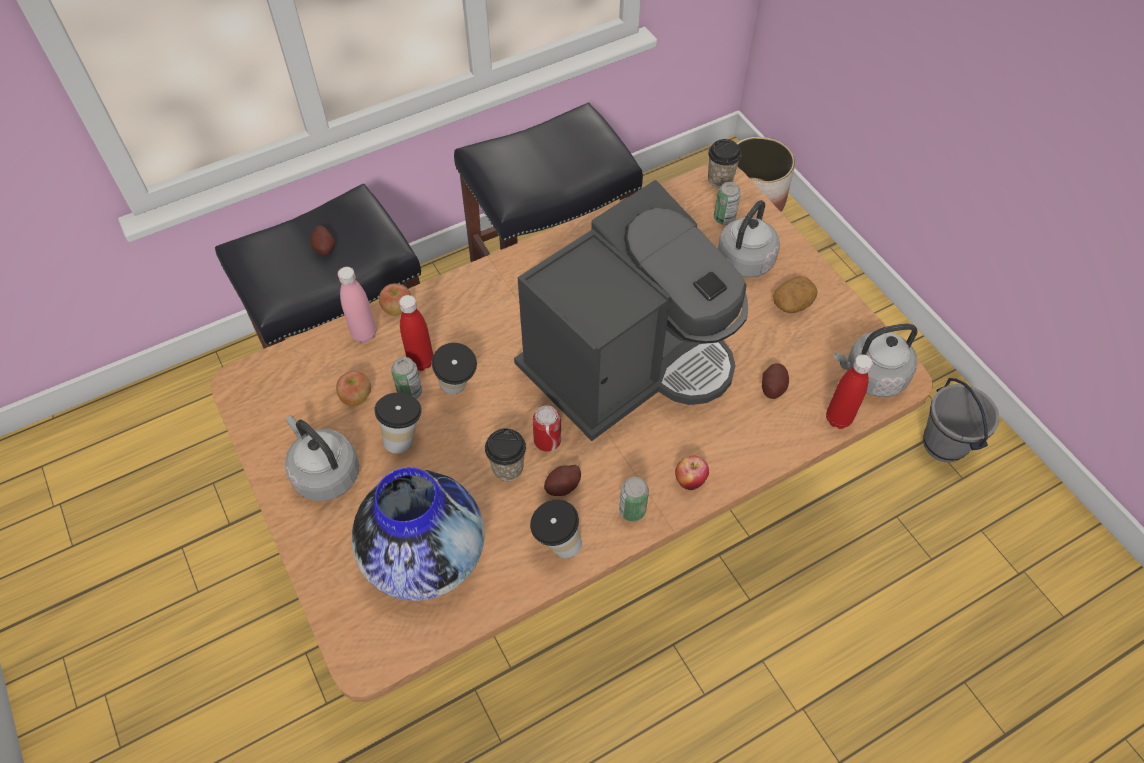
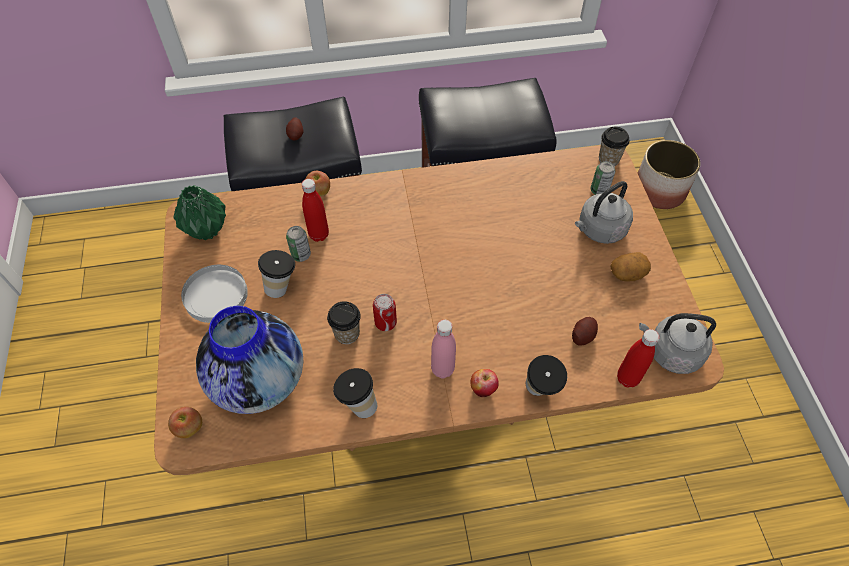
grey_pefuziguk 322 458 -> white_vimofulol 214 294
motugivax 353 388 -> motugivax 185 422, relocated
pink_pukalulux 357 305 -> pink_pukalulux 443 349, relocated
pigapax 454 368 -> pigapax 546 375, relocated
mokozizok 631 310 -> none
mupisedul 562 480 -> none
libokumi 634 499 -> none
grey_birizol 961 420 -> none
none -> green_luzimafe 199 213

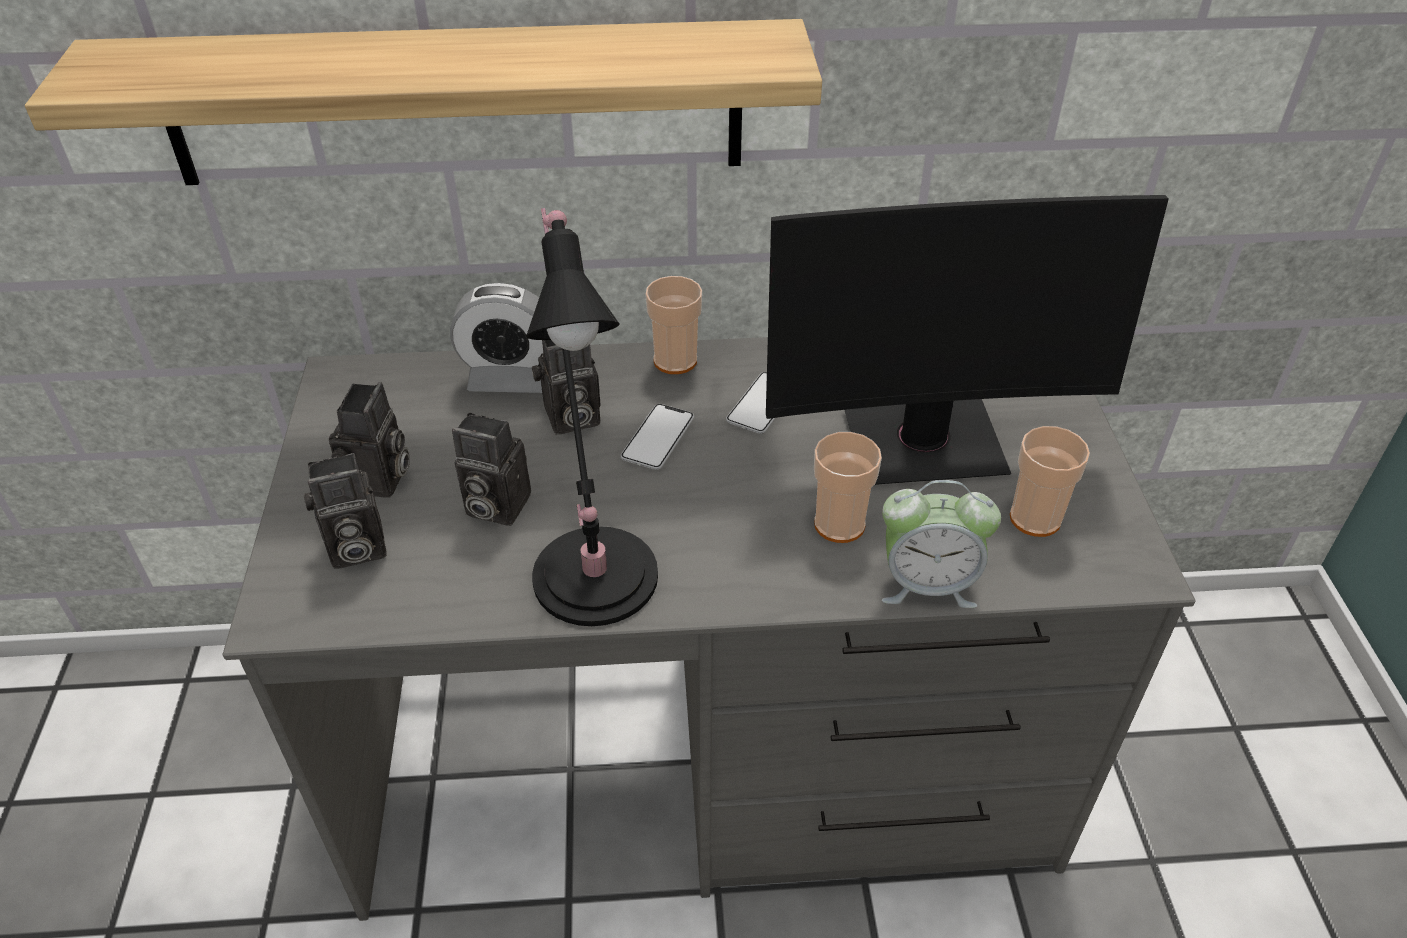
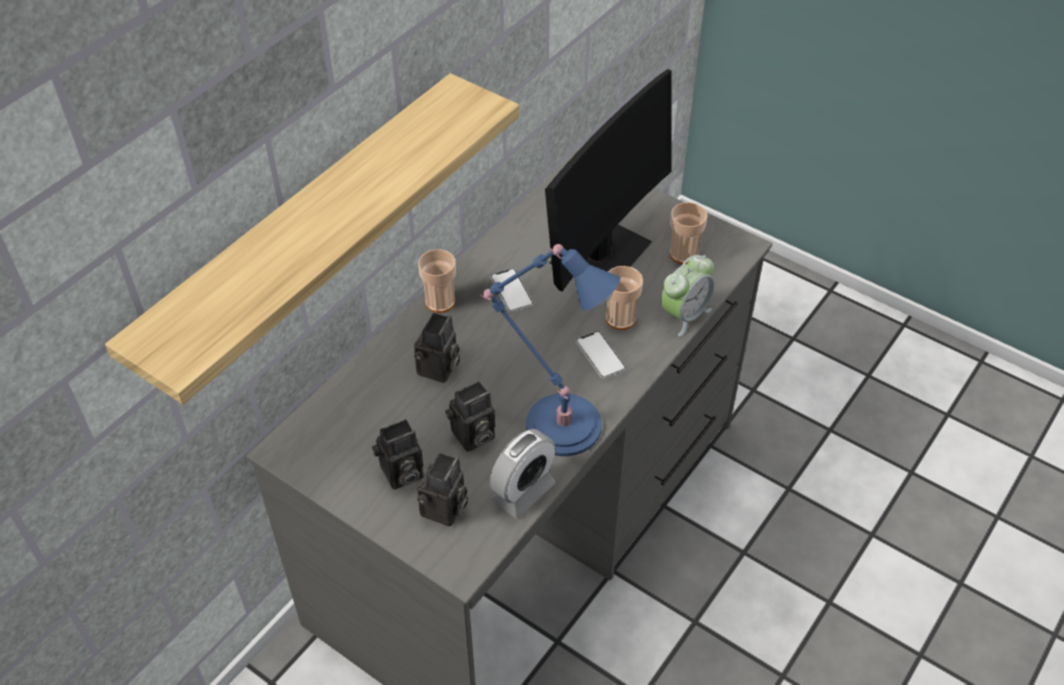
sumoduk 369 440 -> sumoduk 397 454, 105 degrees clockwise
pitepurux 496 338 -> pitepurux 522 473, relocated
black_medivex 592 417 -> blue_medivex 549 350
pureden 657 437 -> pureden 601 355, relocated

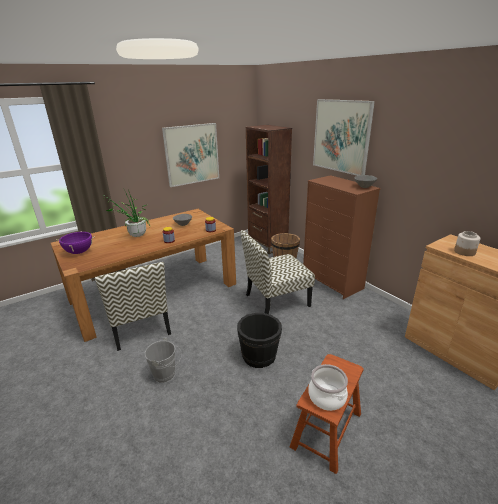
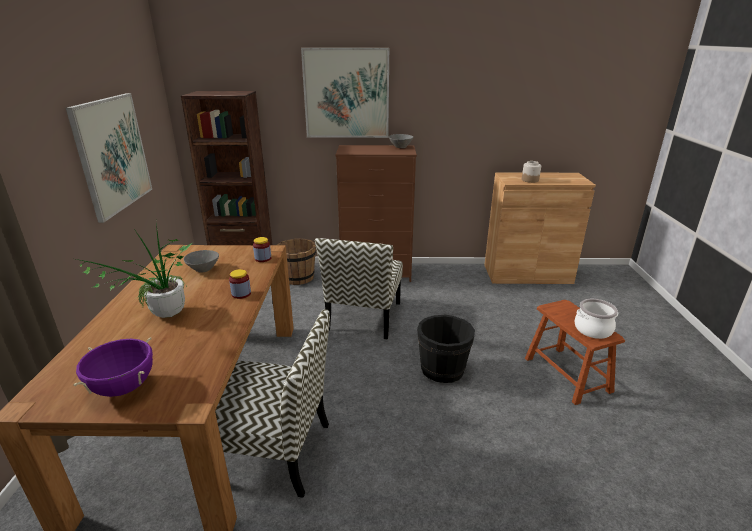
grey_birizol 163 360 -> none

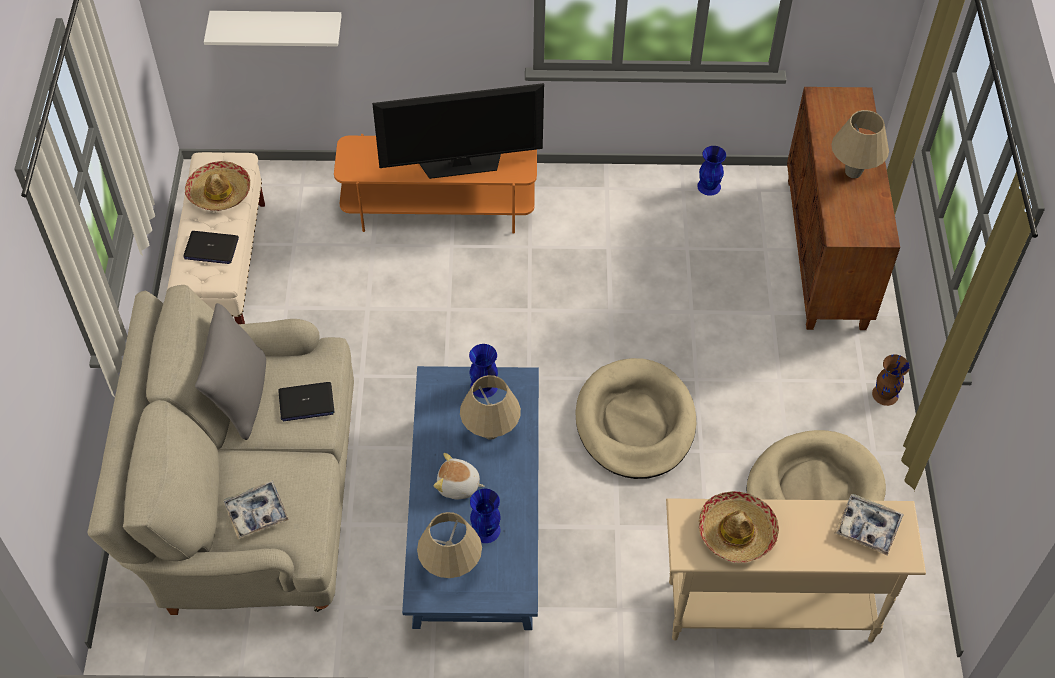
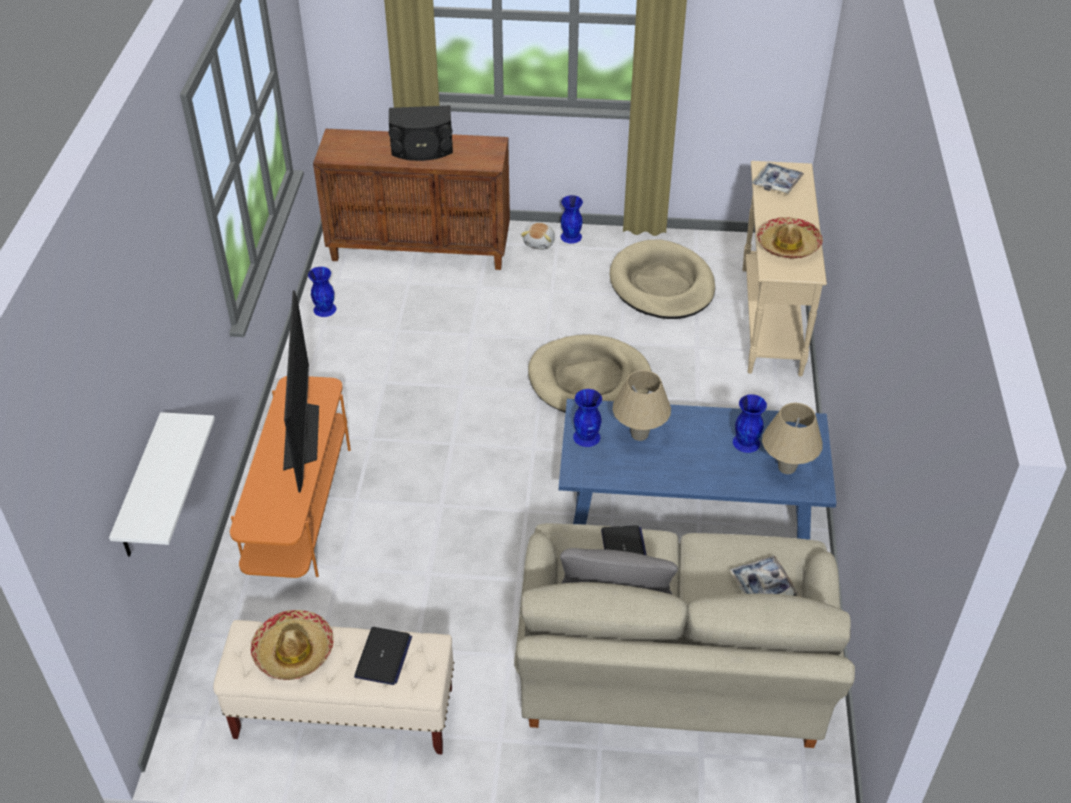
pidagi 459 476 -> pidagi 538 236, relocated
beige_medivex 860 144 -> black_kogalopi 421 133
brown_luzimafe 891 380 -> blue_luzimafe 572 219

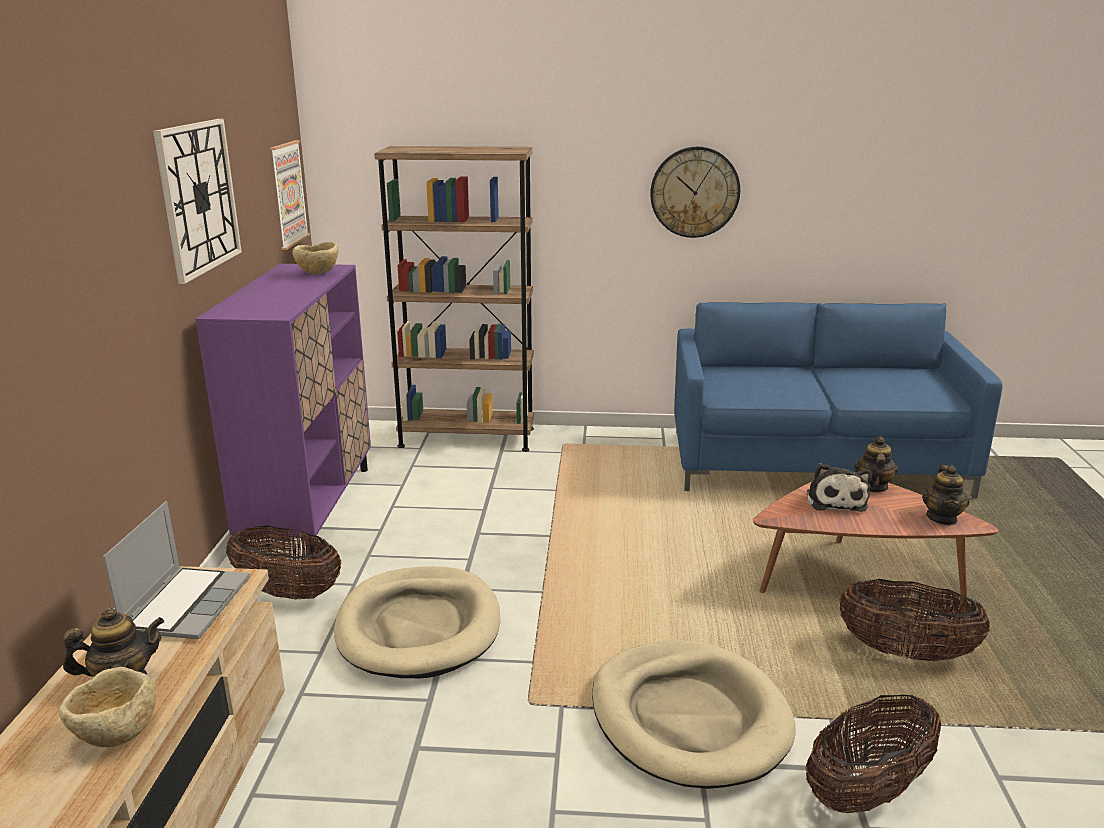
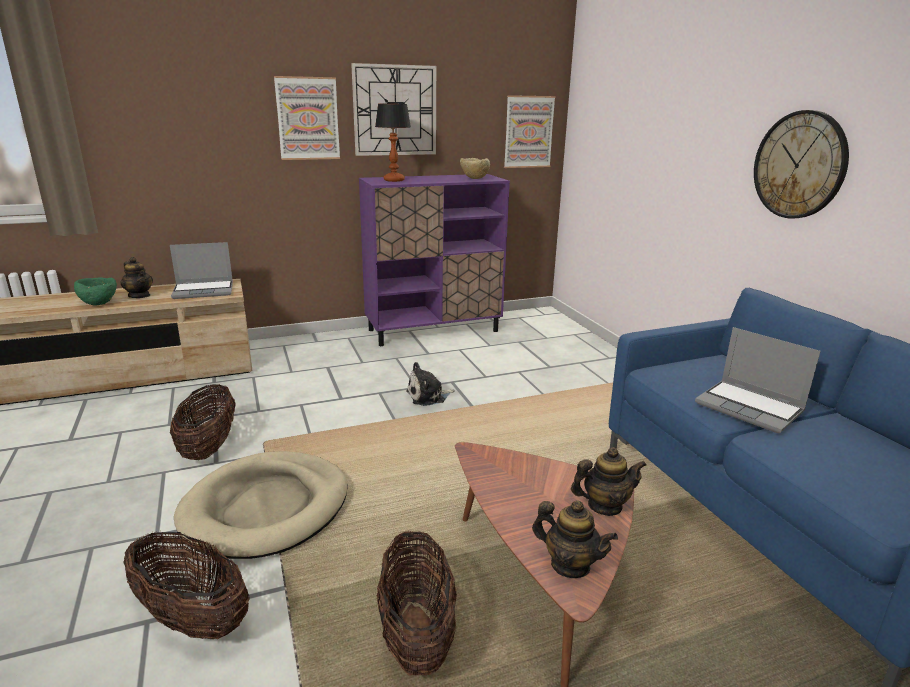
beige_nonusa 107 707 -> green_nonusa 95 291
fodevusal 283 562 -> fodevusal 202 422, relocated
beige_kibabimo 417 622 -> none
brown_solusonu 454 299 -> none
pidagi 839 487 -> pidagi 430 384, relocated
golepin 946 495 -> golepin 575 539, 135 degrees counterclockwise
none -> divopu 307 118
none -> medivex 393 142
none -> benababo 758 380

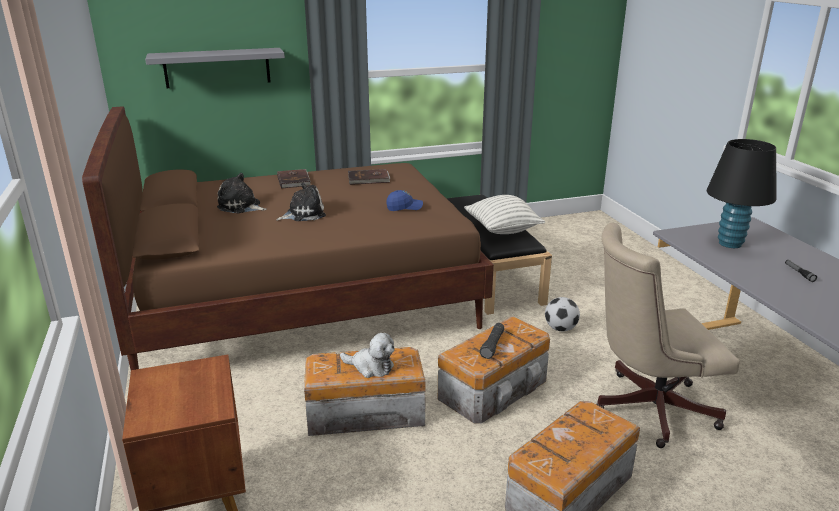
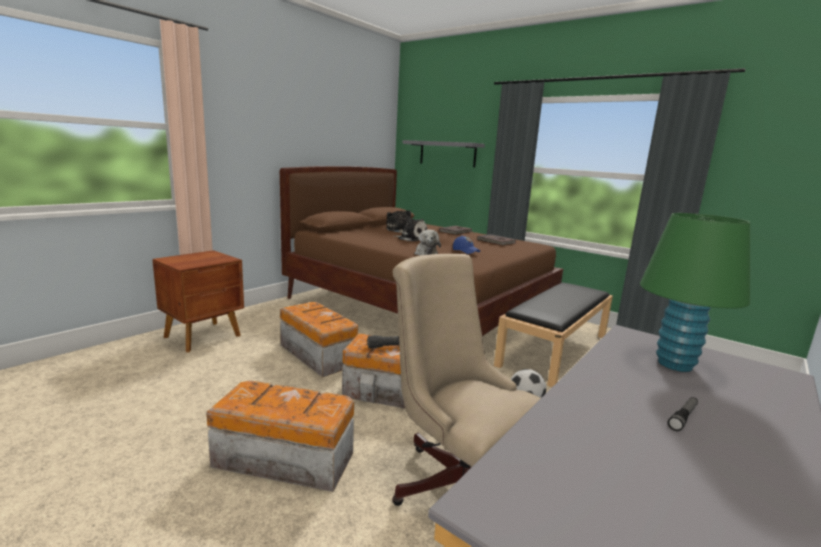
pidagi 367 355 -> pidagi 427 243, relocated
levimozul 504 214 -> none
black_medivex 741 193 -> green_medivex 695 292

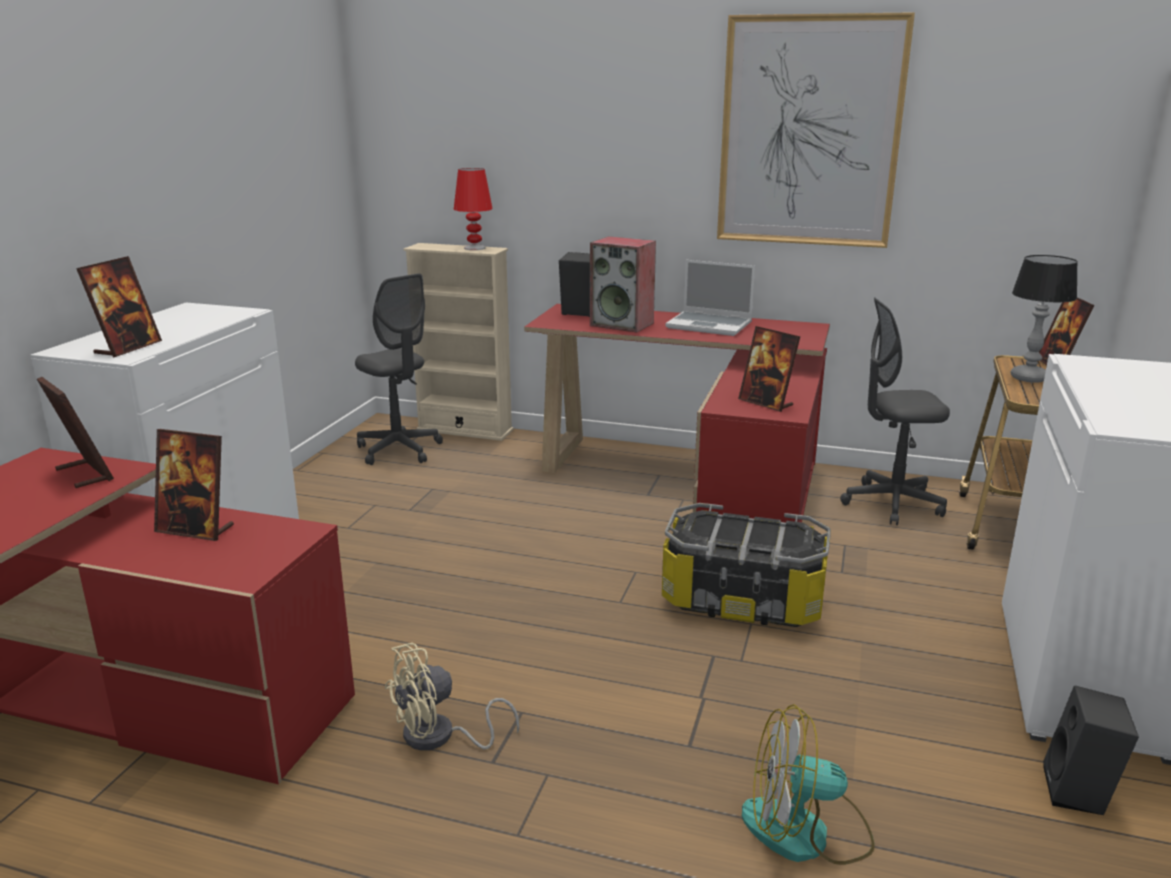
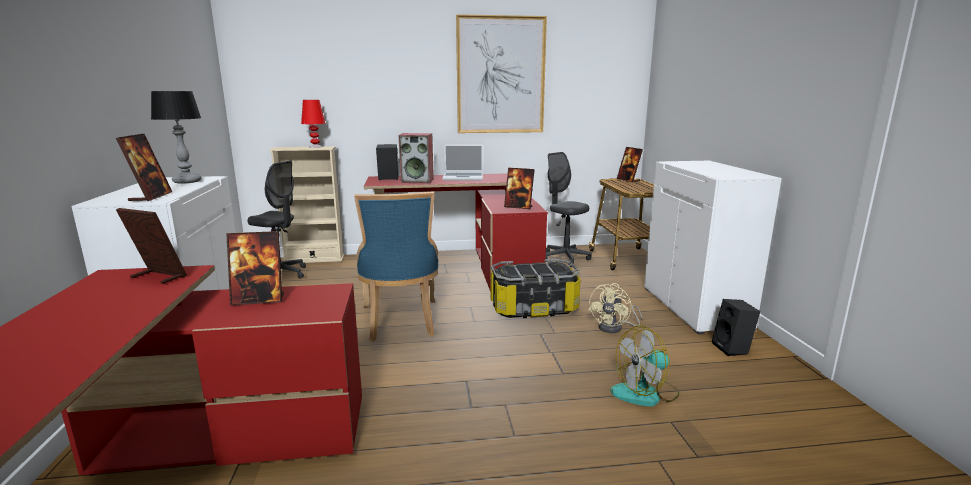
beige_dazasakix 452 697 -> beige_dazasakix 615 308, relocated
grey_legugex 895 411 -> grey_legugex 569 209, 75 degrees clockwise
medivex 1044 319 -> medivex 176 137, relocated
none -> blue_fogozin 396 266

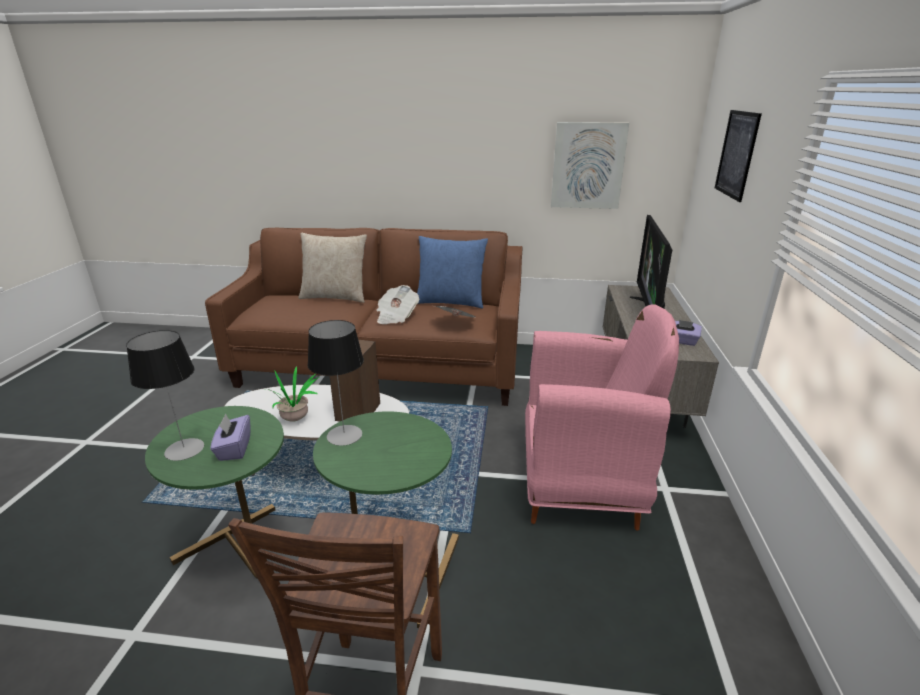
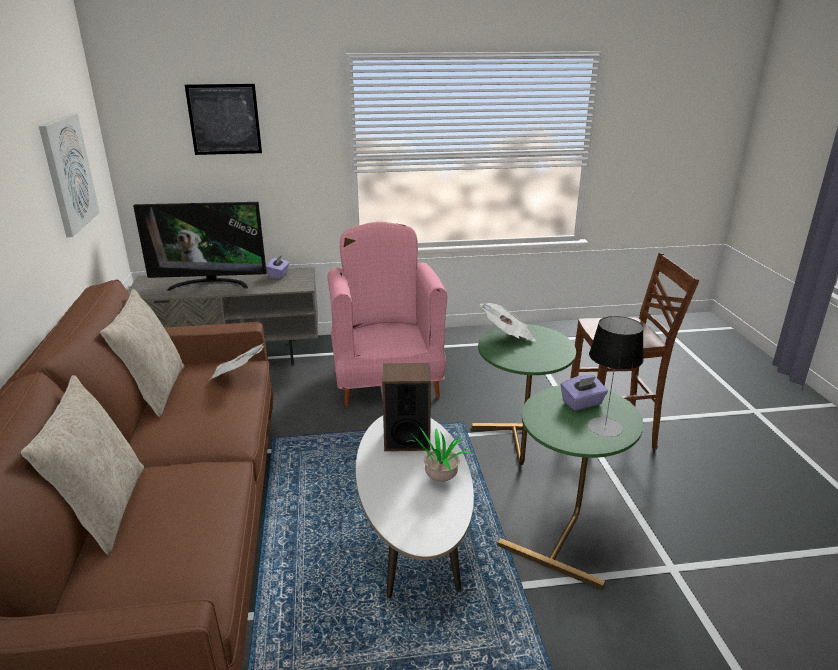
medivex 335 383 -> none
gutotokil 397 304 -> gutotokil 508 322, relocated
blue_levimozul 452 272 -> beige_levimozul 142 353

